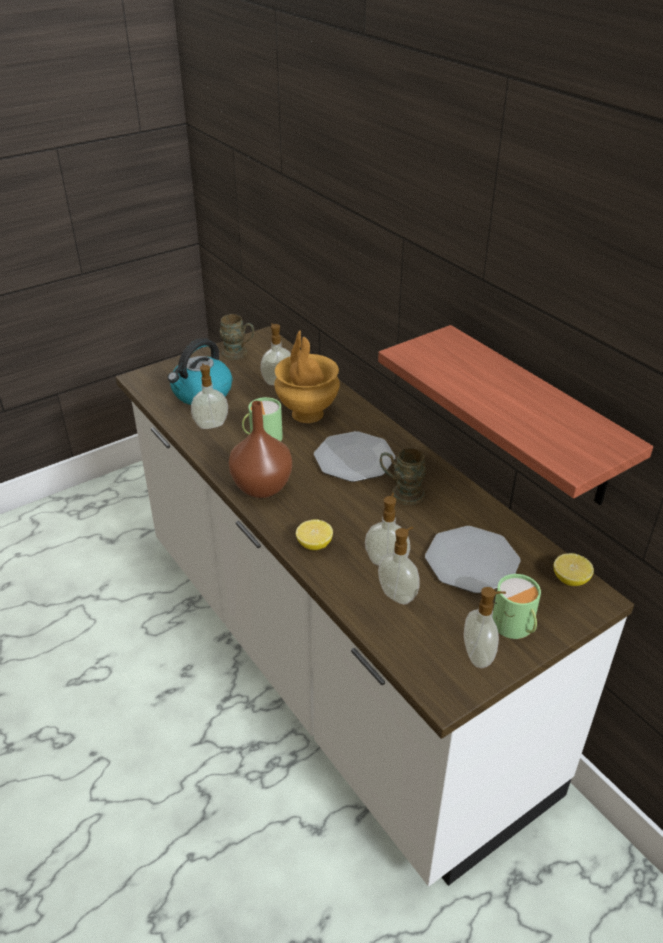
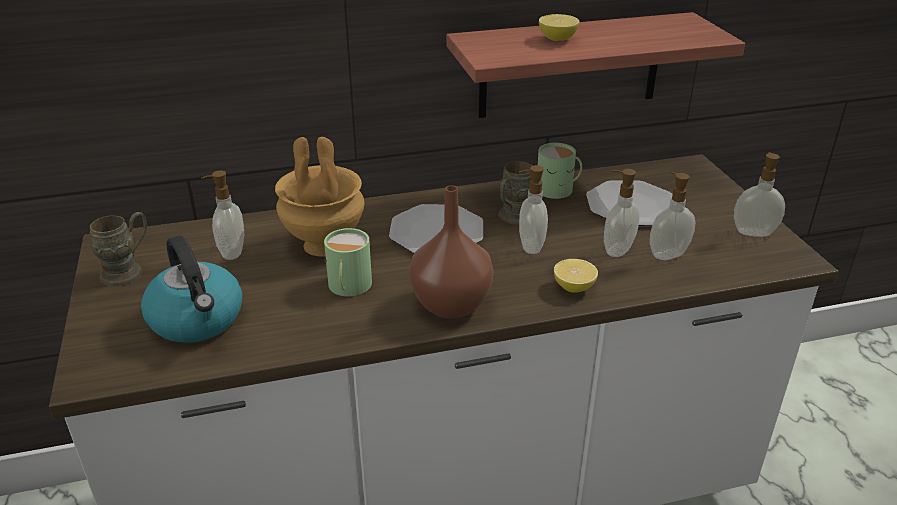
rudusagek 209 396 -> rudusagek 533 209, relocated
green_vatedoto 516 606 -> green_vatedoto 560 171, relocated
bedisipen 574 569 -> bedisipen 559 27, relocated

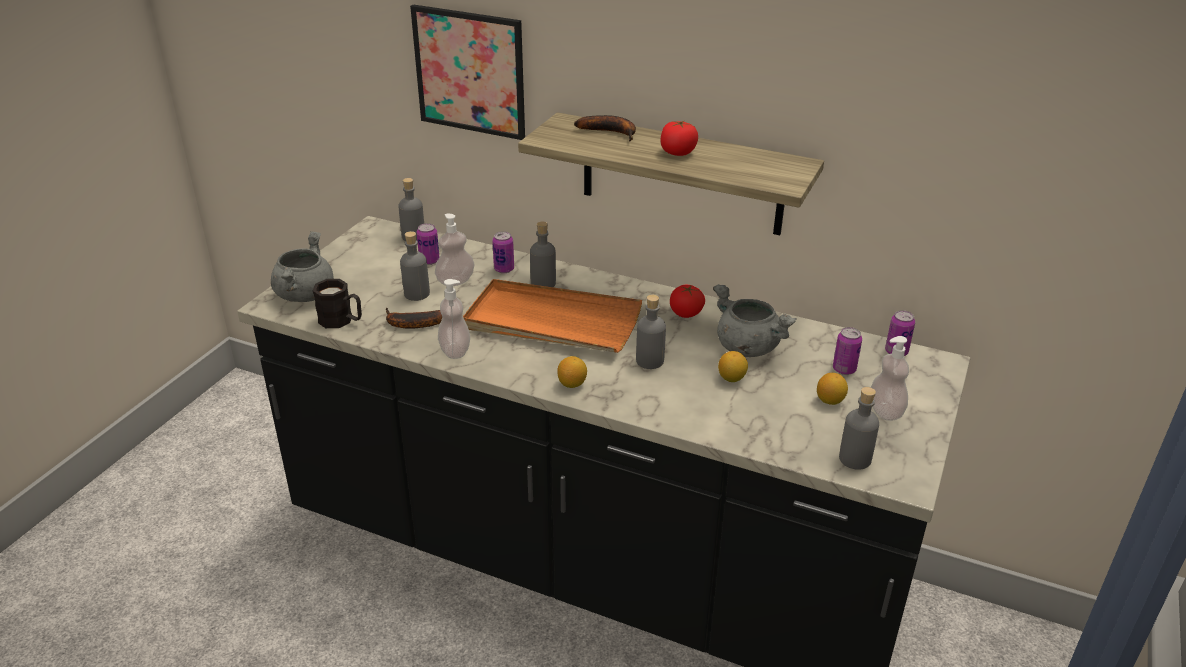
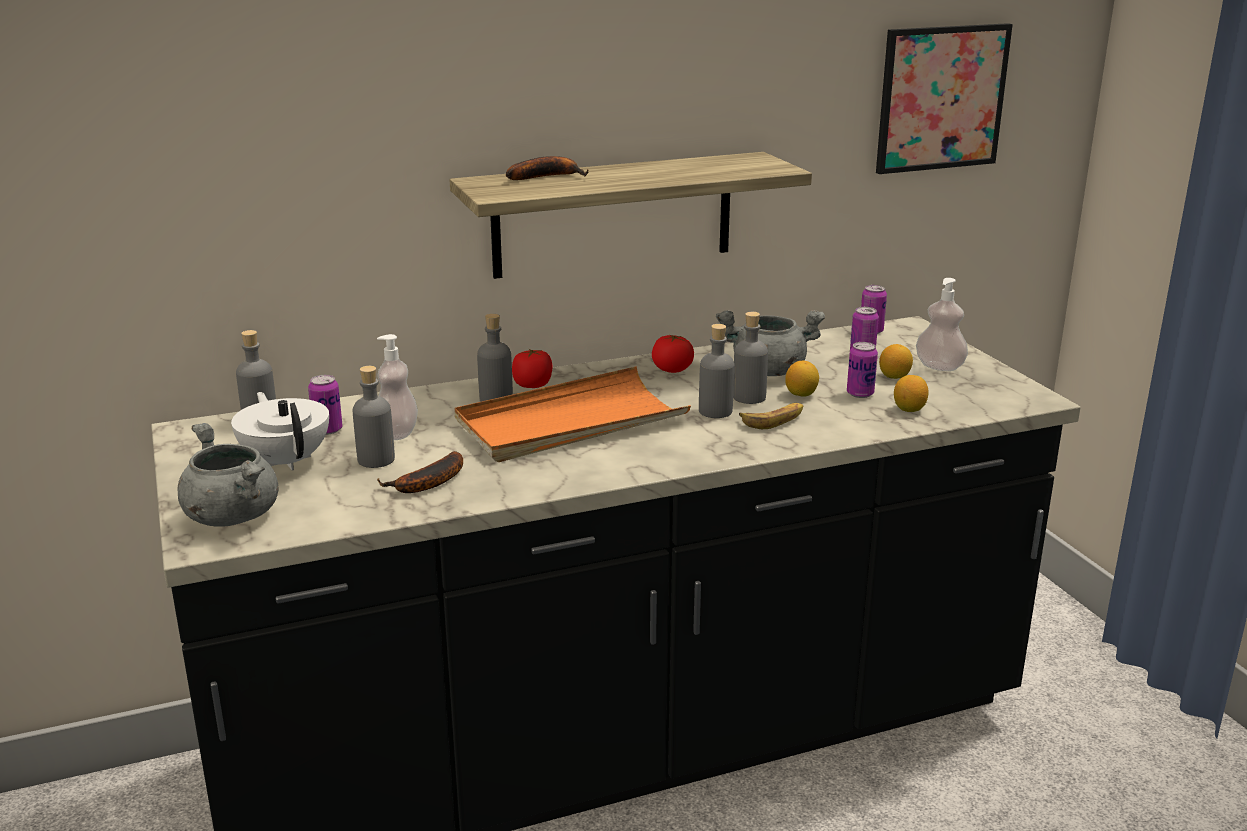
black_vatedoto 337 303 -> none
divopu 467 72 -> divopu 944 98, relocated
rudusagek 454 319 -> none
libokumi 503 252 -> libokumi 862 370, relocated
bedisipen 572 372 -> bedisipen 911 393, relocated
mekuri 679 138 -> mekuri 532 368, relocated
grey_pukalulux 859 428 -> grey_pukalulux 750 358, relocated
none -> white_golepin 280 431
none -> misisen 771 416

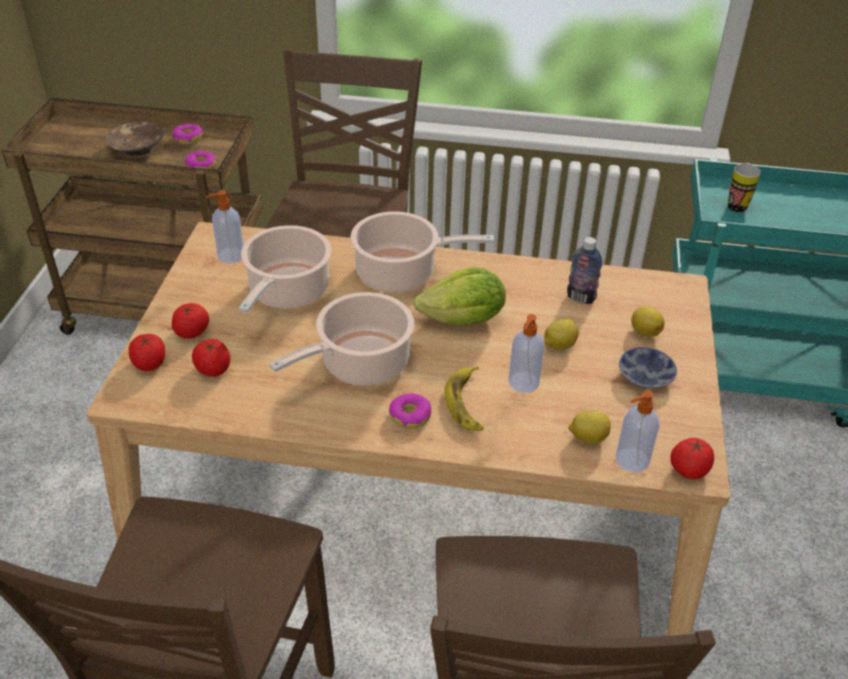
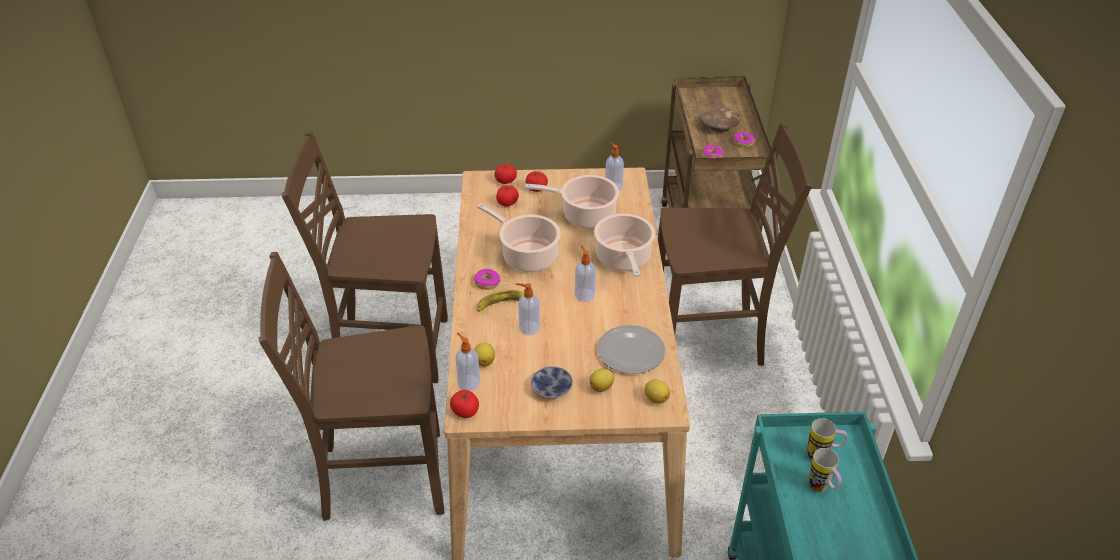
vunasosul 459 296 -> rudusagek 585 273
bedisipen 561 334 -> bedisipen 657 391, relocated
pukalulux 584 270 -> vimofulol 631 349
none -> vatedoto 825 470

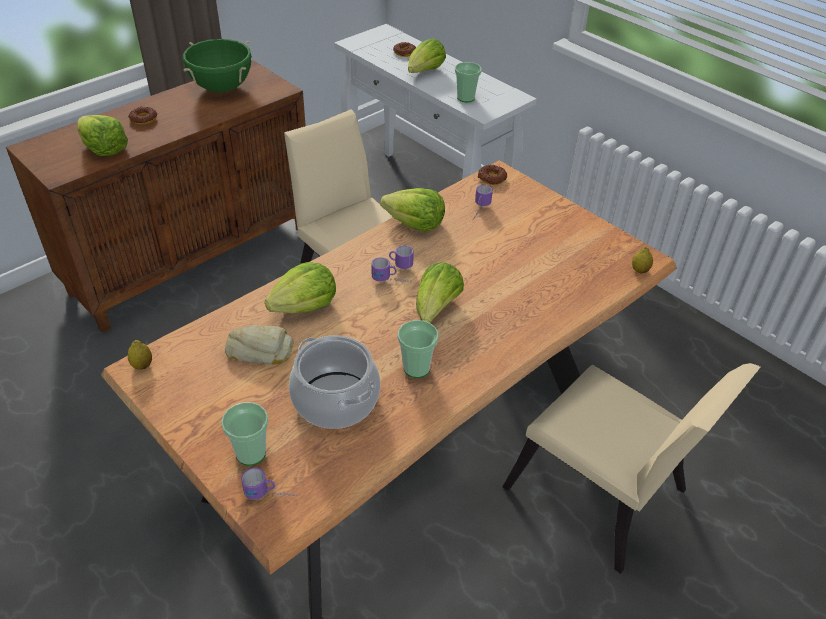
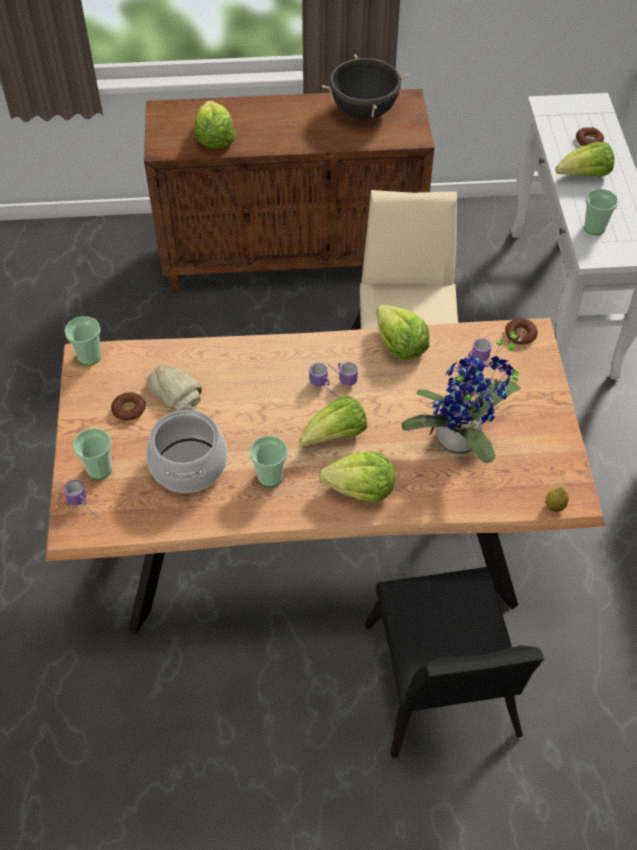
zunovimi 142 116 -> zunovimi 128 406, relocated
bedisipen 140 355 -> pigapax 83 341
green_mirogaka 217 65 -> black_mirogaka 365 87
vunasosul 300 287 -> vunasosul 357 477, relocated
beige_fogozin 631 468 -> black_fogozin 454 662
none -> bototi 463 395

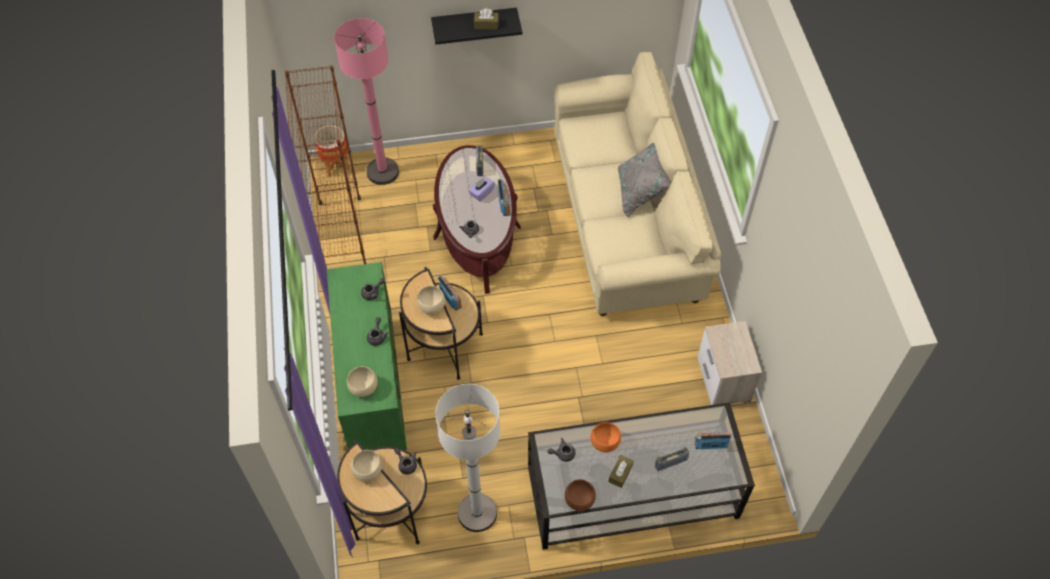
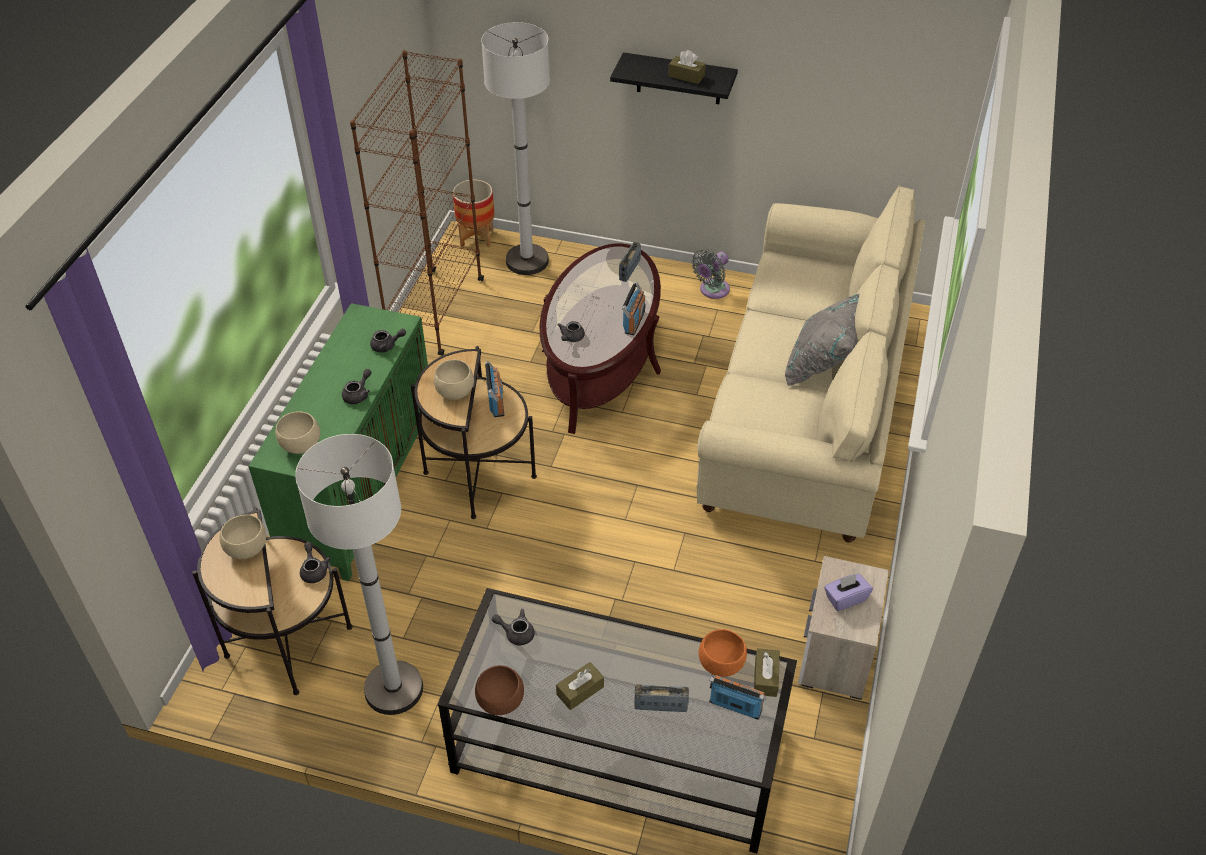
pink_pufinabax 366 101 -> white_pufinabax 515 148
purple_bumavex 482 189 -> purple_bumavex 848 592, relocated
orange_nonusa 606 437 -> orange_nonusa 723 653, relocated
none -> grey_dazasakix 711 274
none -> brown_bumavex 767 672

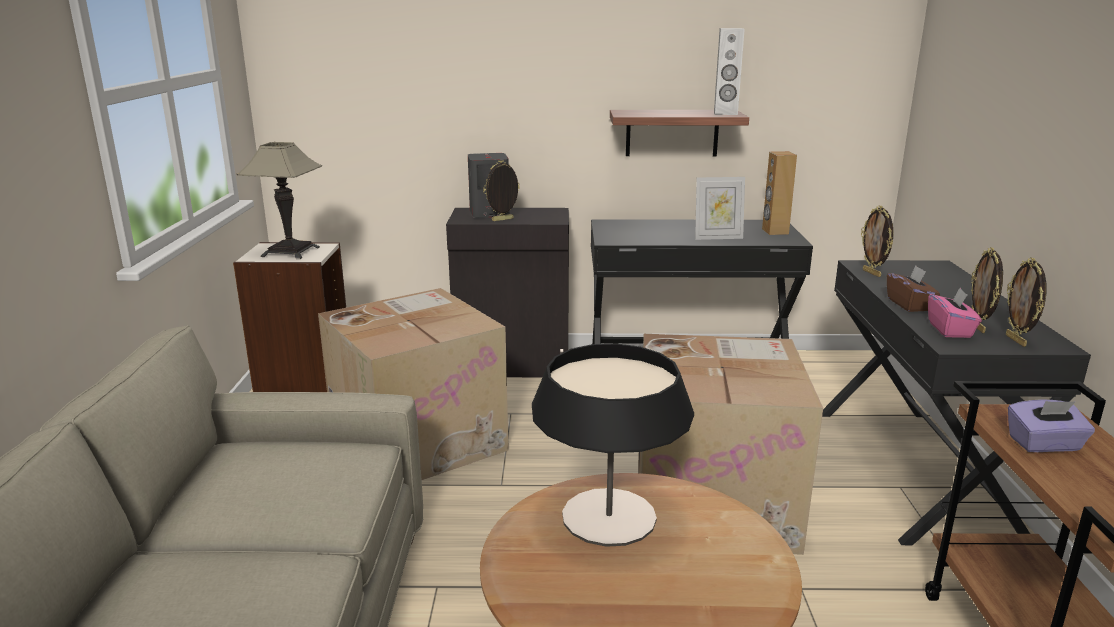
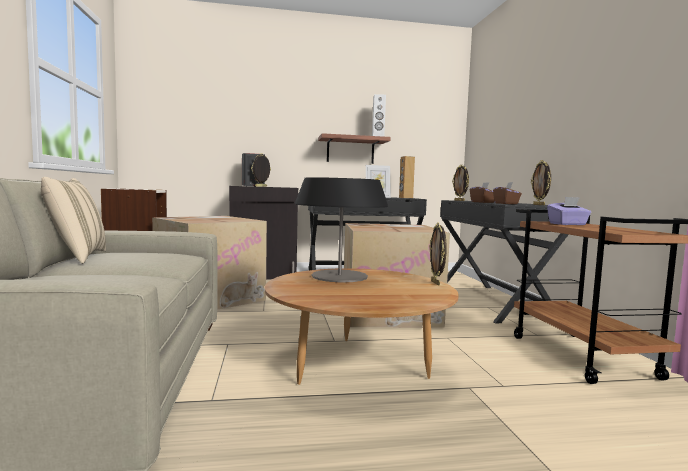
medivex 279 200 -> none
pink_bumavex 955 313 -> brown_bumavex 507 193
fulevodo 987 290 -> fulevodo 438 254, relocated
none -> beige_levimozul 73 220

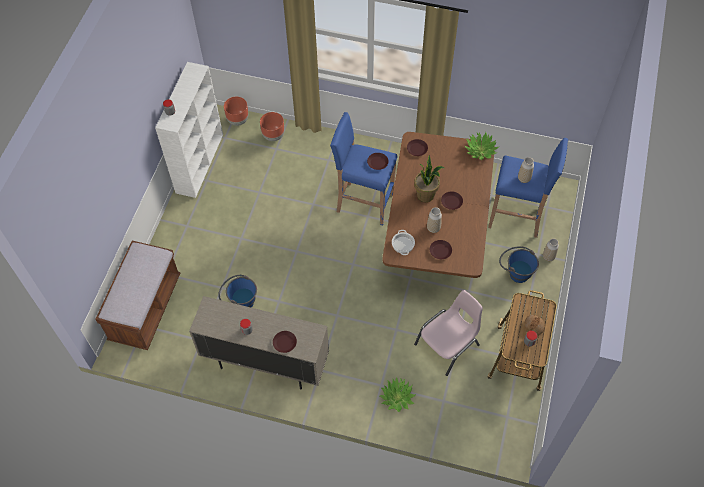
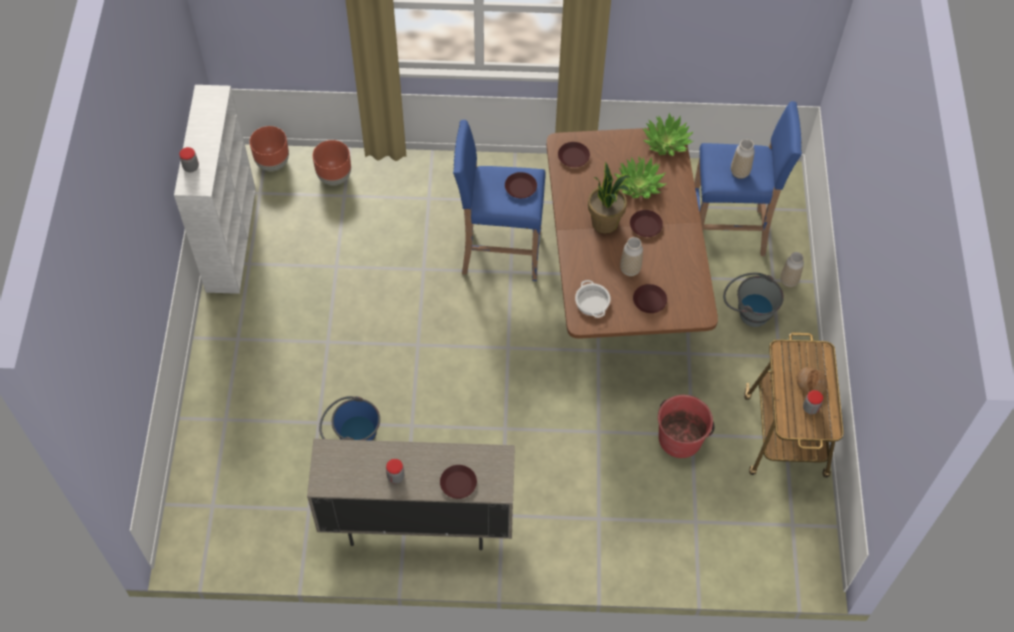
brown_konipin 137 295 -> none
bototi 398 395 -> bototi 640 178, relocated
pink_fogozin 448 333 -> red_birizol 686 426
blue_birizol 519 264 -> grey_birizol 753 300

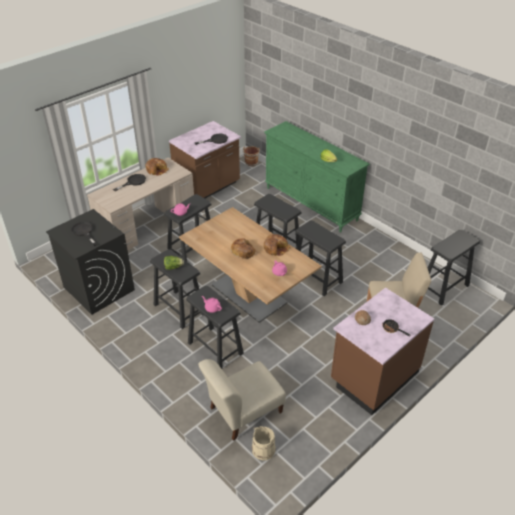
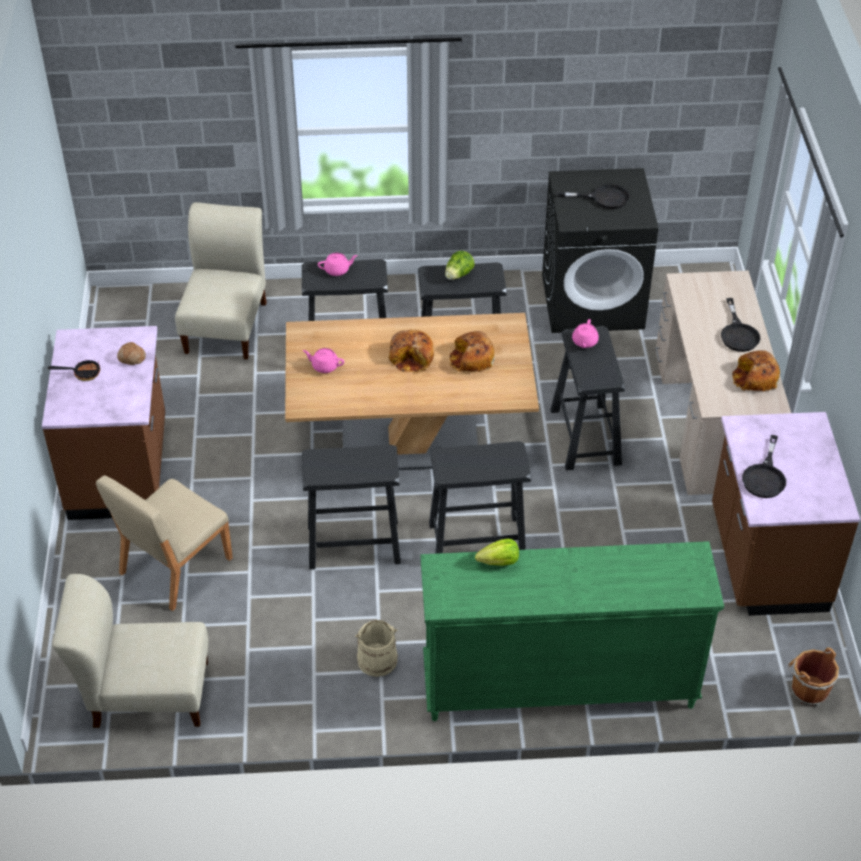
beige_birizol 264 443 -> beige_birizol 376 648, relocated
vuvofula 277 245 -> vuvofula 472 351, relocated
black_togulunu 454 268 -> beige_fogozin 130 651

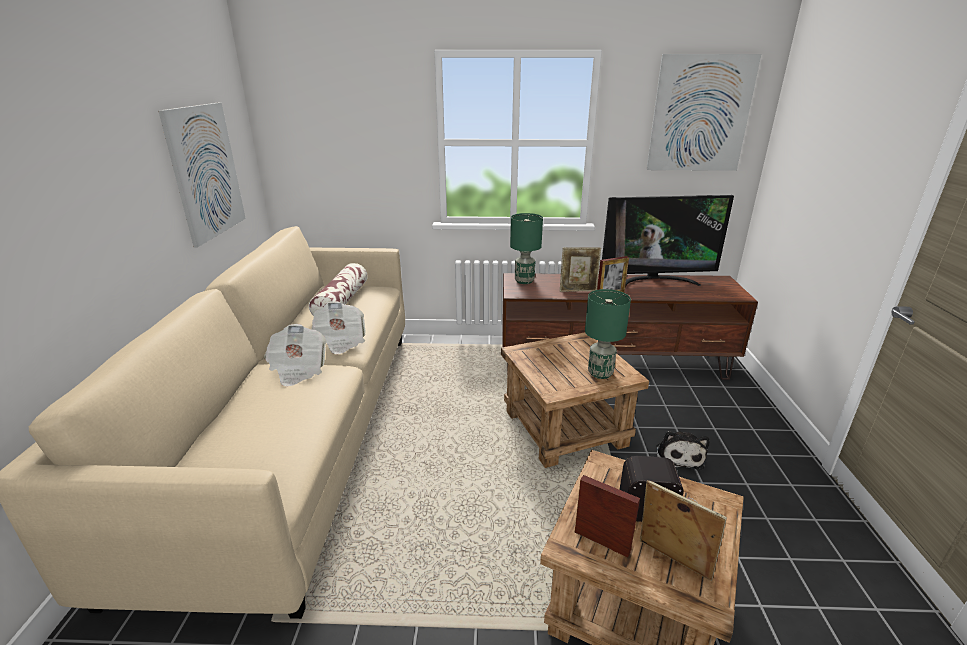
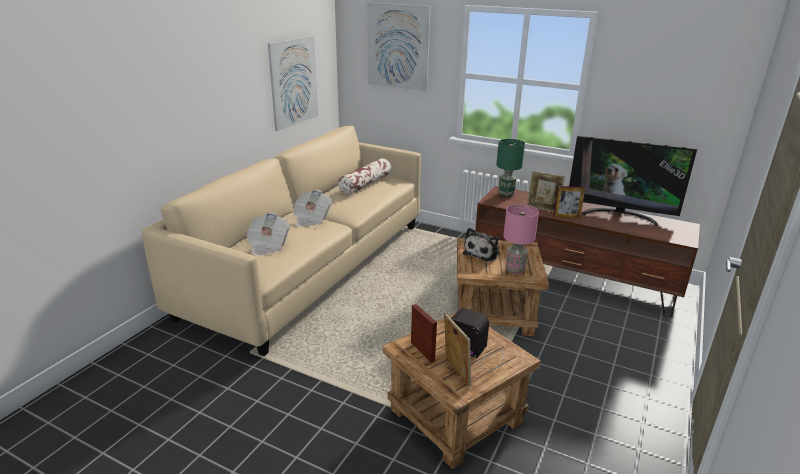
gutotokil 339 327 -> gutotokil 268 234, relocated
green_medivex 608 334 -> pink_medivex 521 239
divopu 703 112 -> divopu 399 47, relocated
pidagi 682 450 -> pidagi 481 244, relocated

